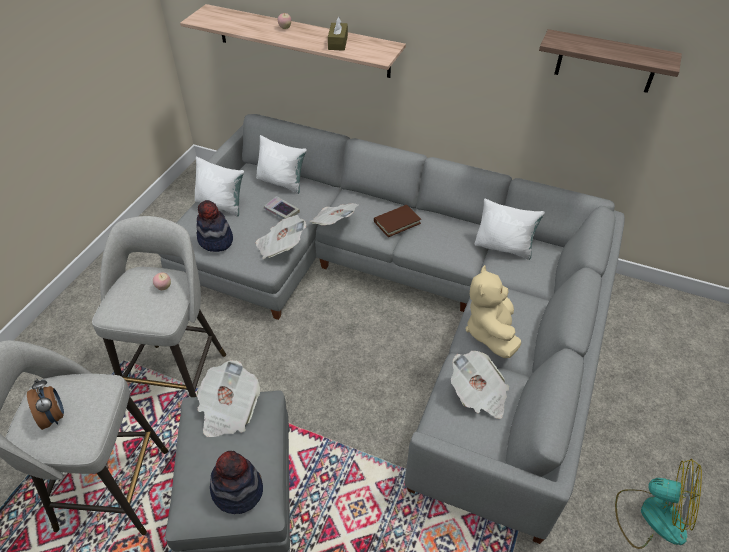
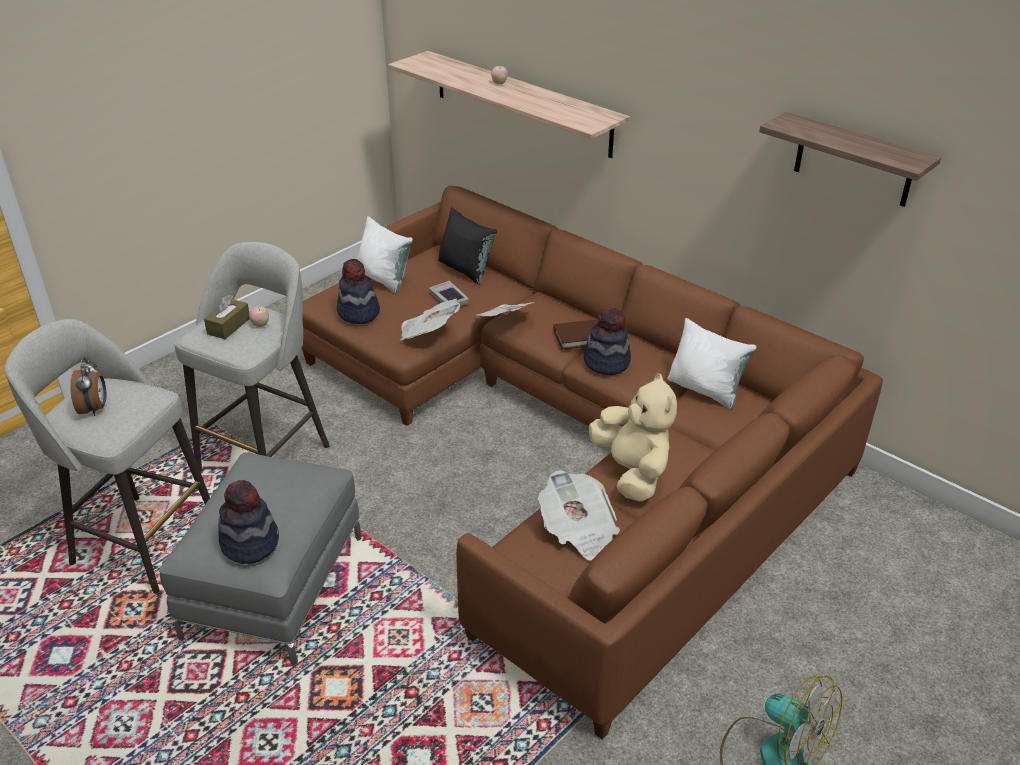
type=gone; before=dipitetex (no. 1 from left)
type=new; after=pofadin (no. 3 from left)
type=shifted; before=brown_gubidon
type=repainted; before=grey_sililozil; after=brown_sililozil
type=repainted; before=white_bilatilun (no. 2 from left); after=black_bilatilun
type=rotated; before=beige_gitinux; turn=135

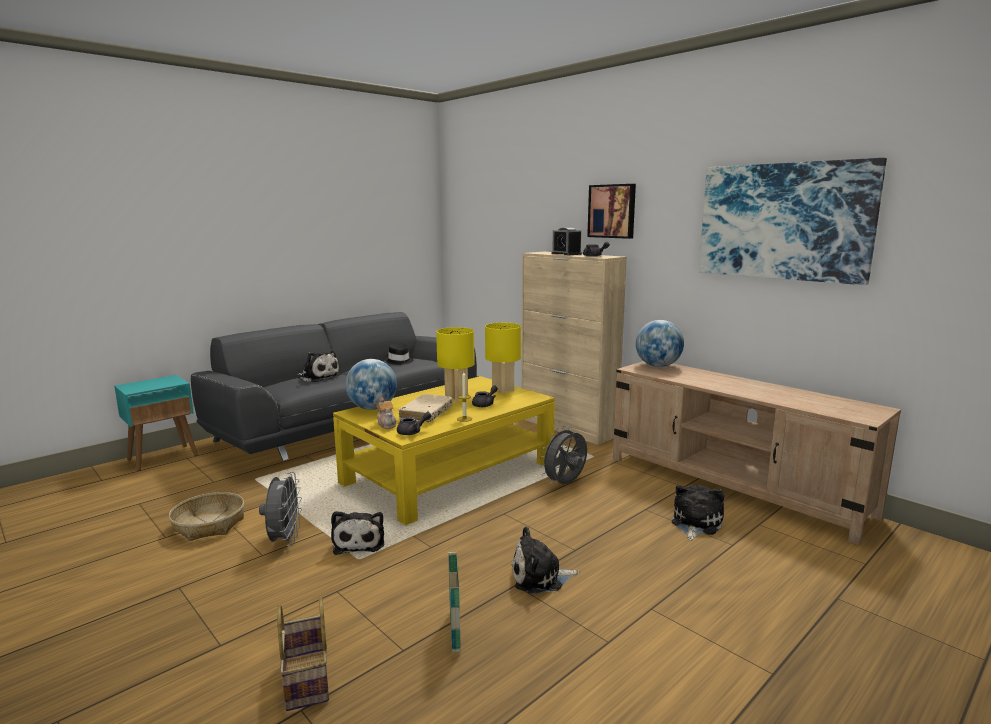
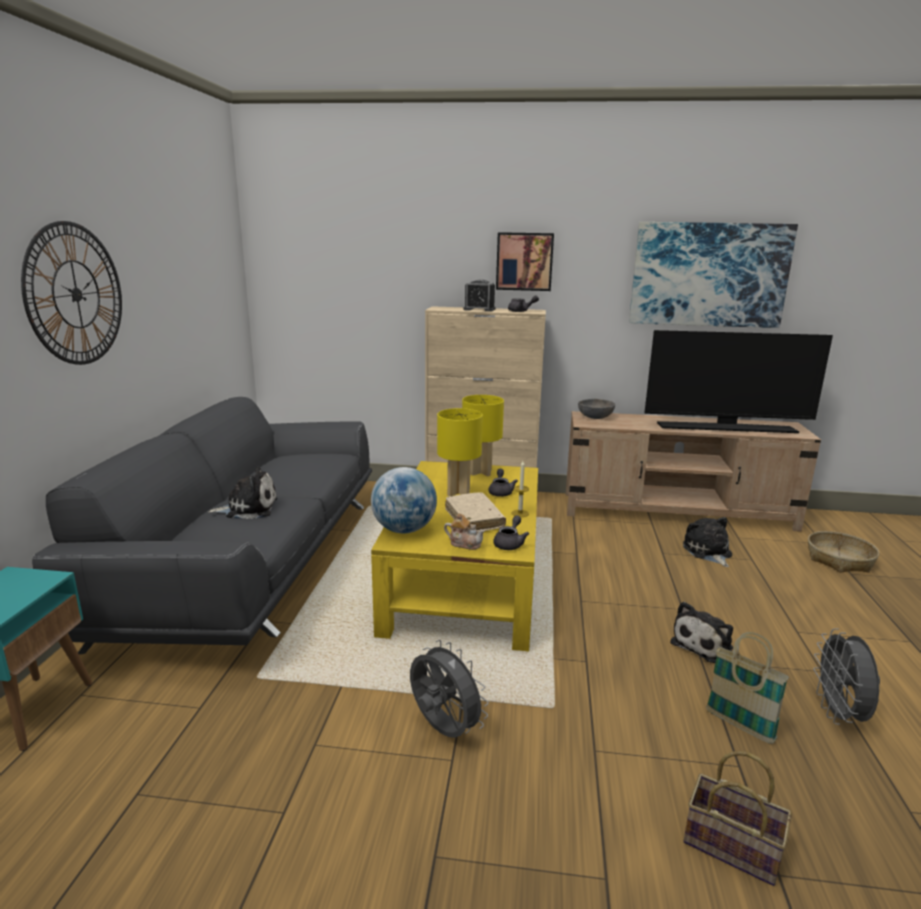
type=gone; before=gitinux (no. 2 from left)
type=gone; before=black_pofadin
type=new; after=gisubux
type=new; after=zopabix
type=shifted; before=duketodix (no. 1 from left in the first image); after=duketodix (no. 3 from left)
type=shifted; before=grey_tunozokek (no. 2 from left)
type=swapped; before=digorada (no. 2 from left); after=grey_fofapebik

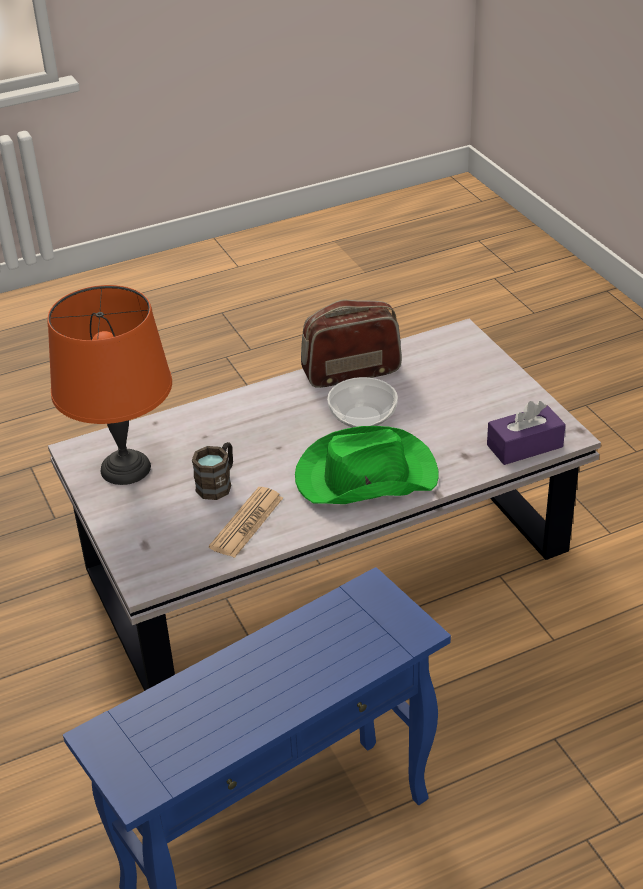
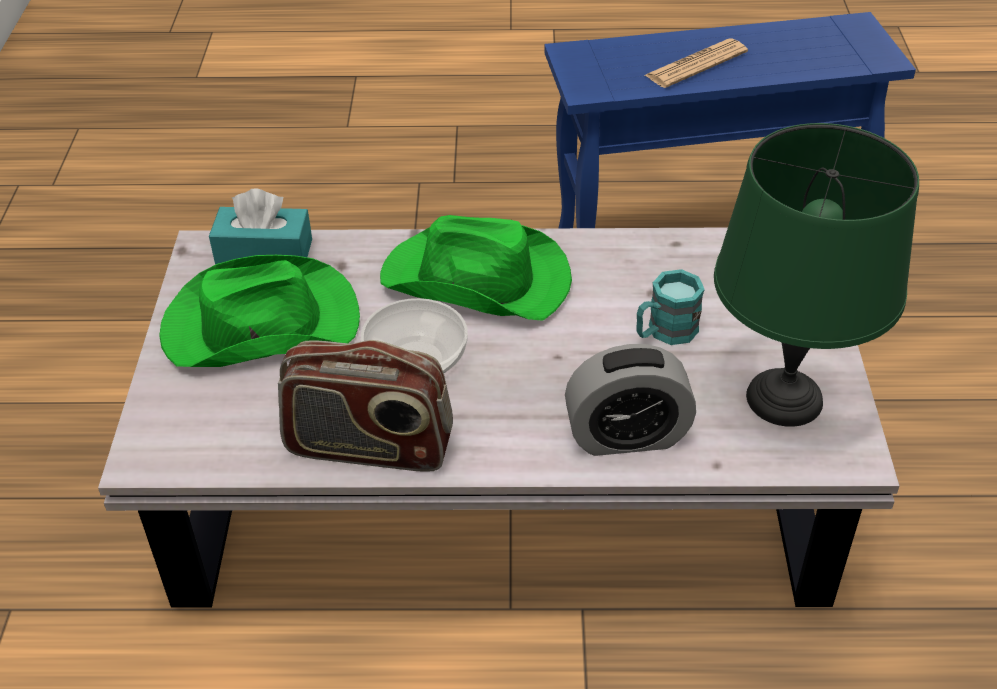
type=new; after=green_pofadin (no. 1 from left)
type=new; after=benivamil
type=shifted; before=dipitetex
type=repainted; before=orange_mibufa; after=green_mibufa
type=repainted; before=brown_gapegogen; after=turquoise_gapegogen
type=repainted; before=purple_gubidon; after=turquoise_gubidon

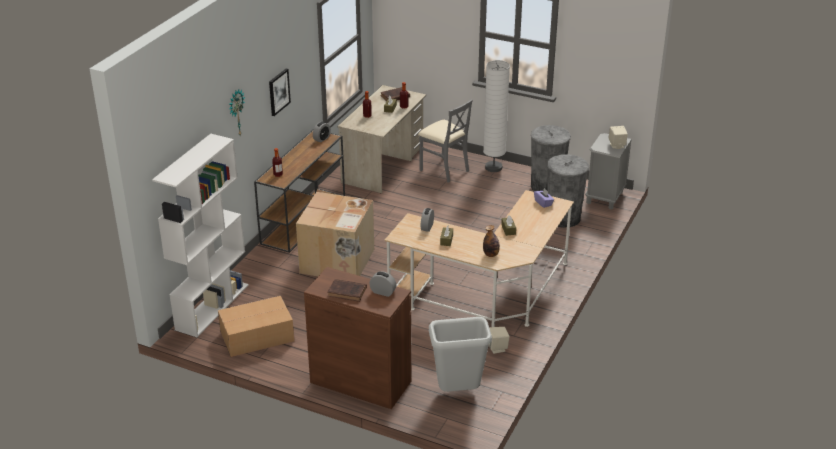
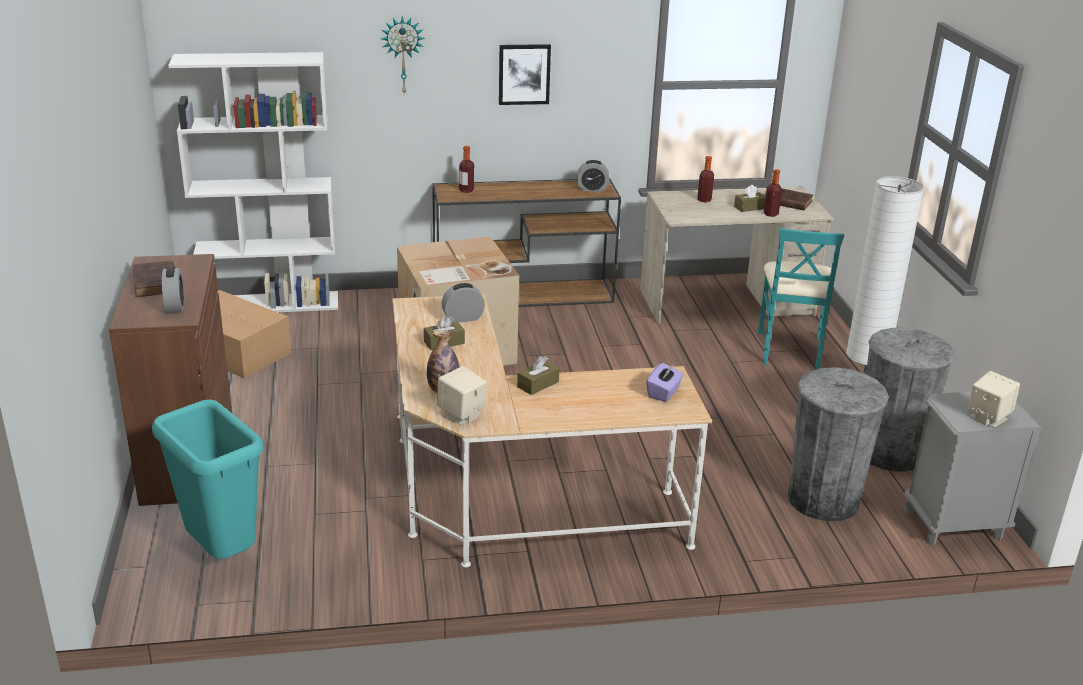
type=shifted; before=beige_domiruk (no. 1 from left)
type=repainted; before=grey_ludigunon; after=turquoise_ludigunon
type=repainted; before=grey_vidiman (no. 1 from left); after=turquoise_vidiman

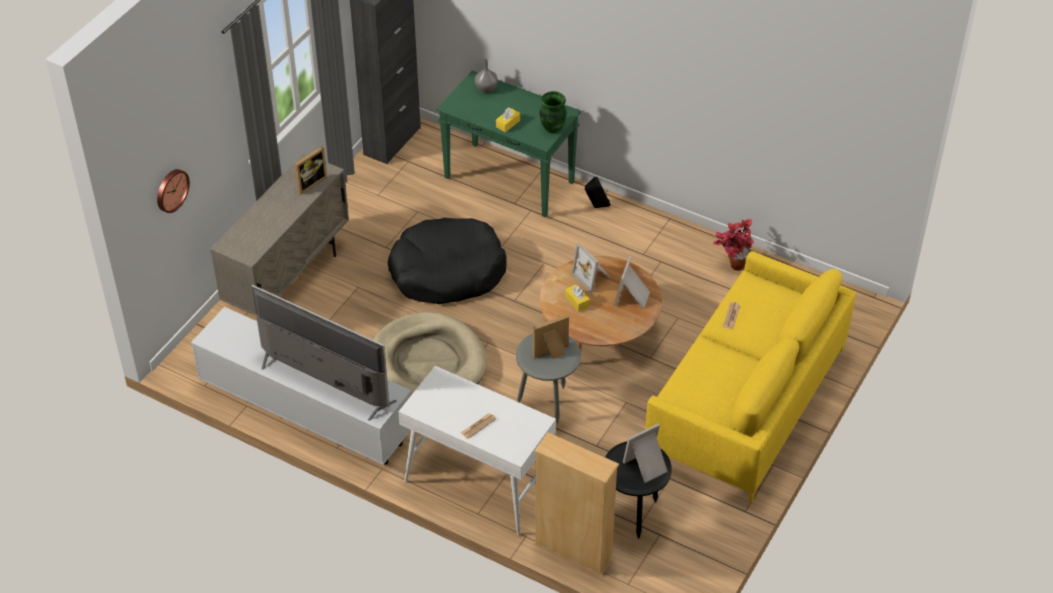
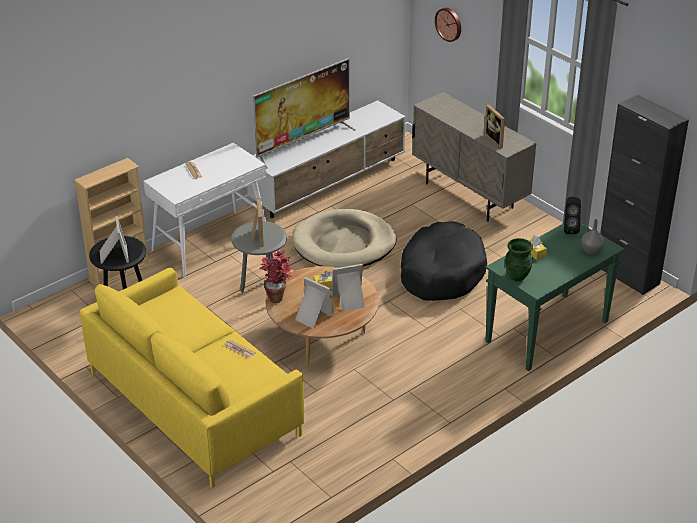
type=shifted; before=black_domiruk
type=shifted; before=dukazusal

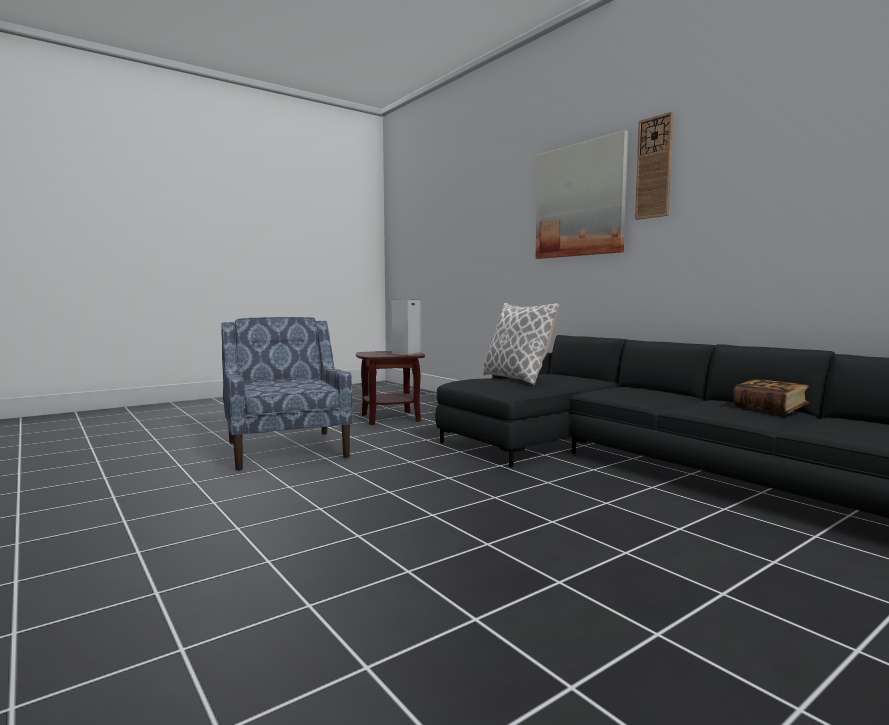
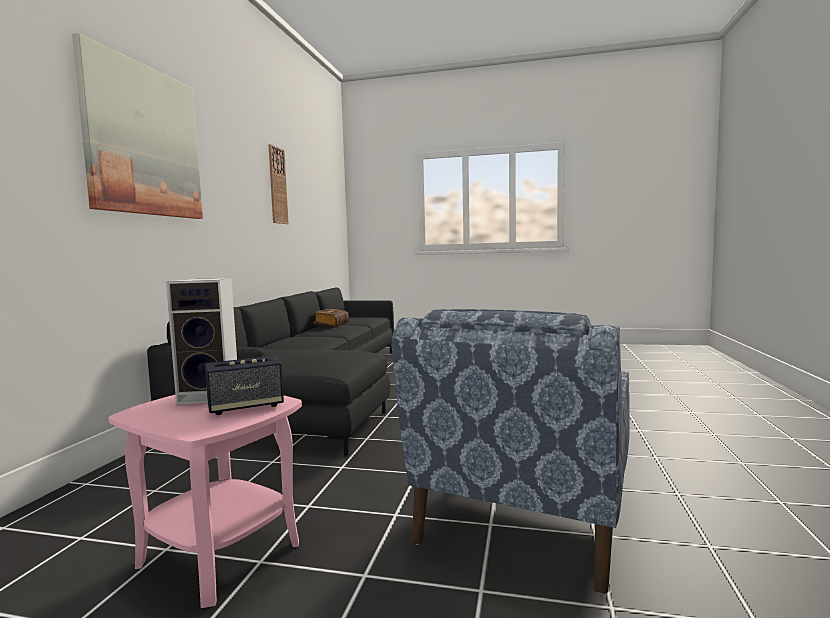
type=gone; before=bilatilun
type=new; after=domiruk (no. 2 from left)
type=shifted; before=gisubux
type=repainted; before=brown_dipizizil; after=pink_dipizizil

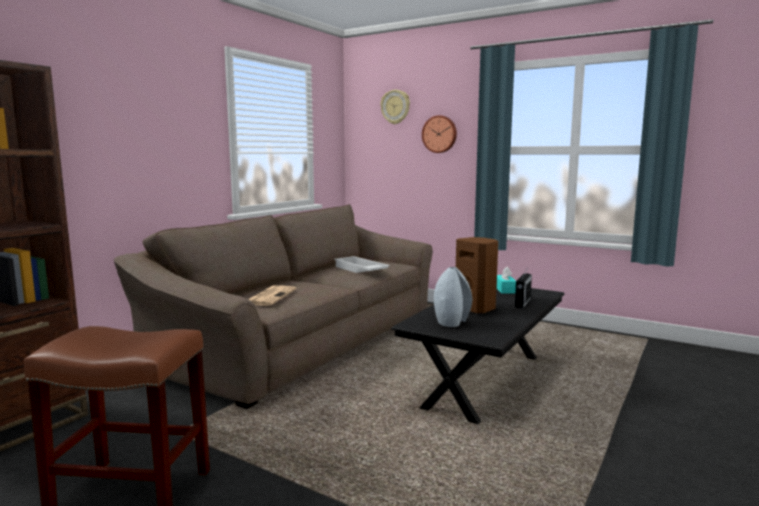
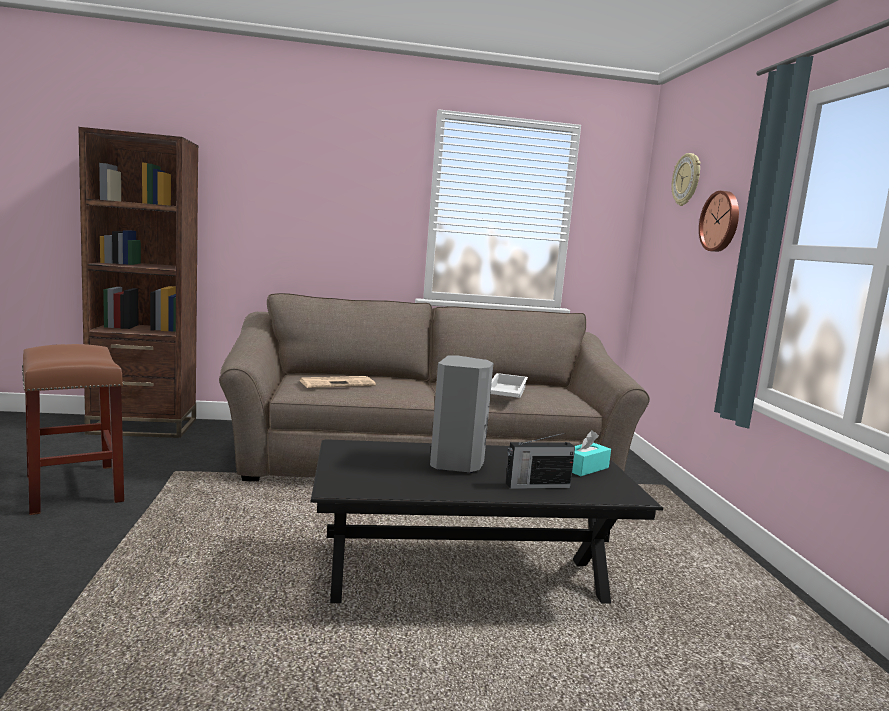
type=gone; before=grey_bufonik
type=repainted; before=brown_domiruk; after=grey_domiruk

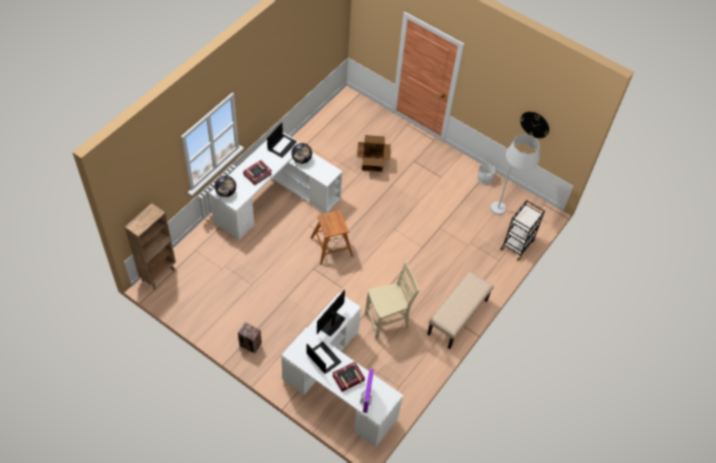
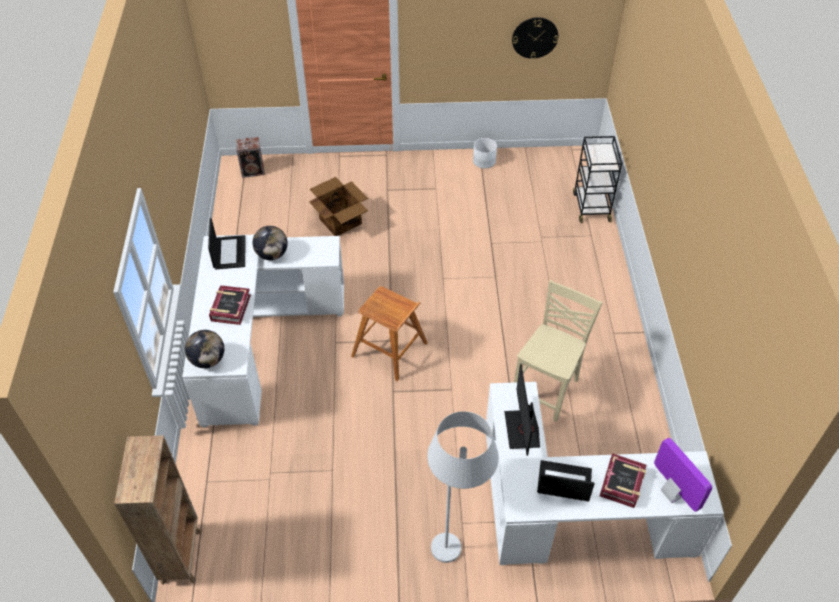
type=gone; before=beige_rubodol
type=shifted; before=domiruk
type=shifted; before=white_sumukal

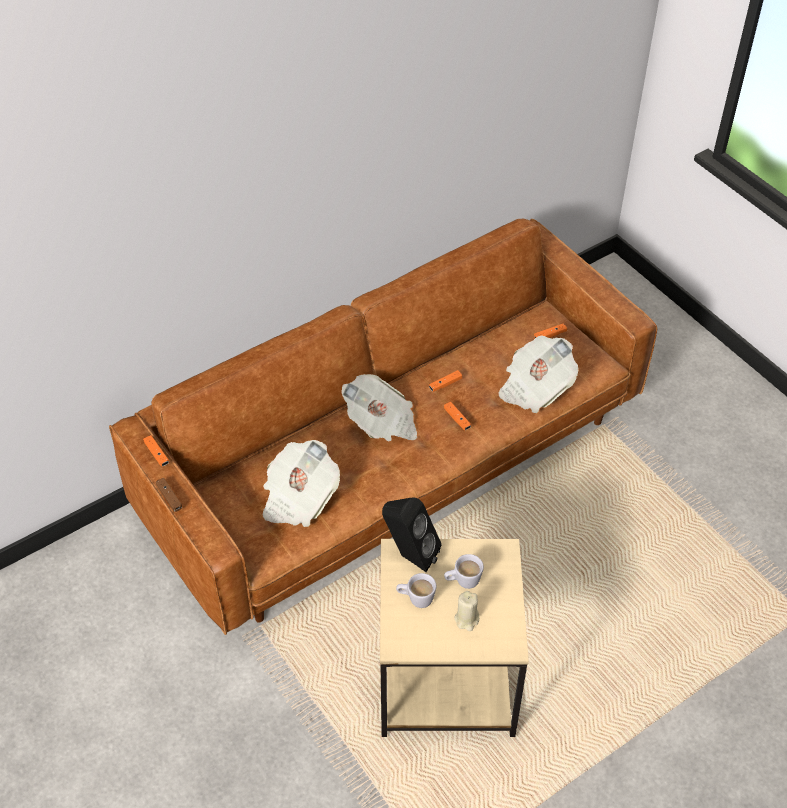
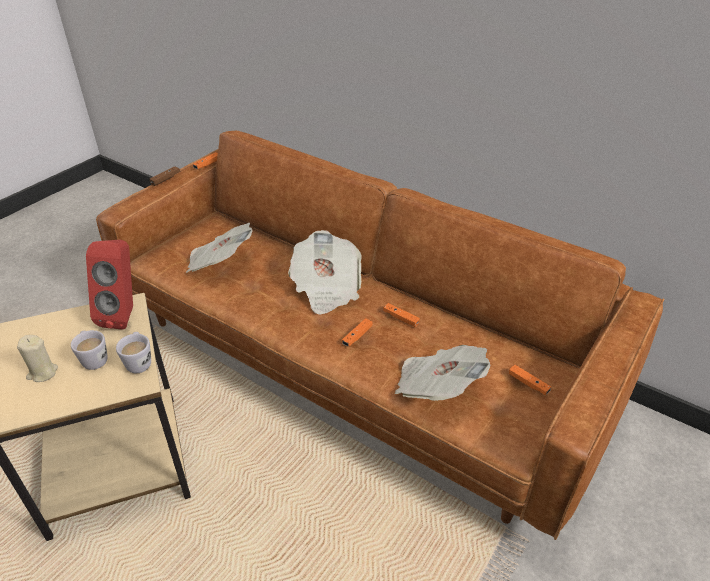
type=shifted; before=white_gapegogen (no. 1 from left in the first image); after=white_gapegogen (no. 2 from left)
type=repainted; before=black_domiruk; after=red_domiruk

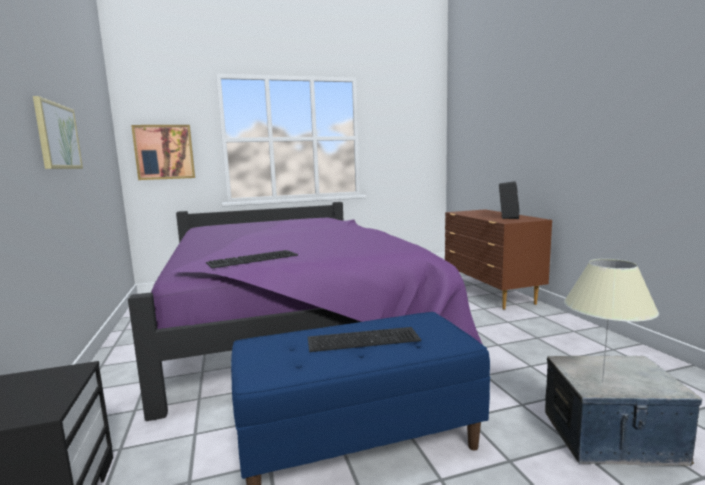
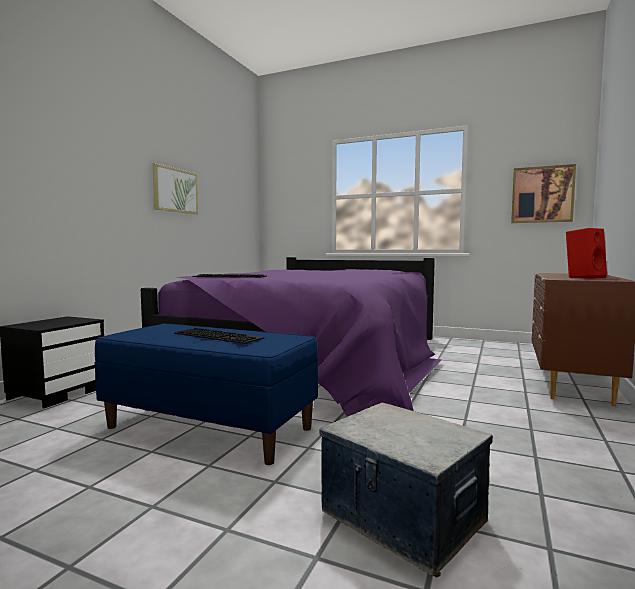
type=gone; before=beige_mibufa
type=shifted; before=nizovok (no. 2 from left)
type=repainted; before=black_domiruk; after=red_domiruk

